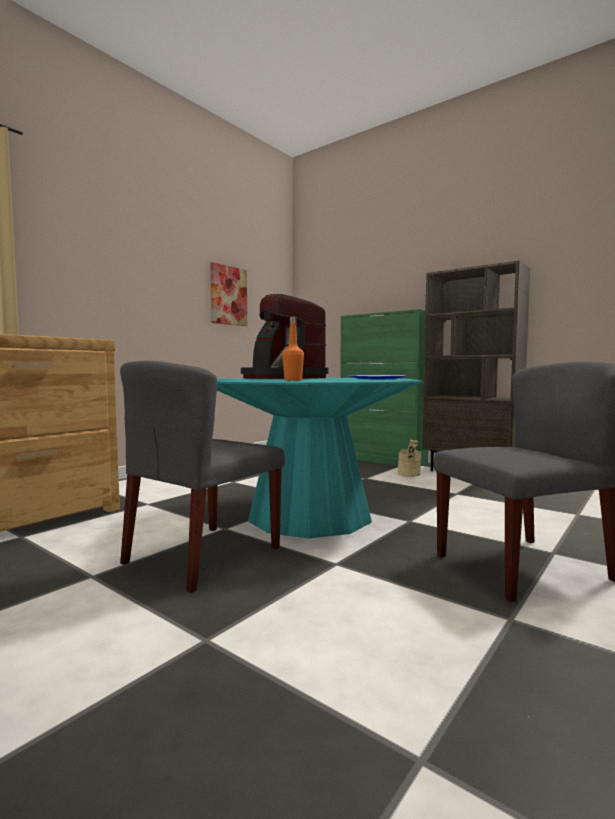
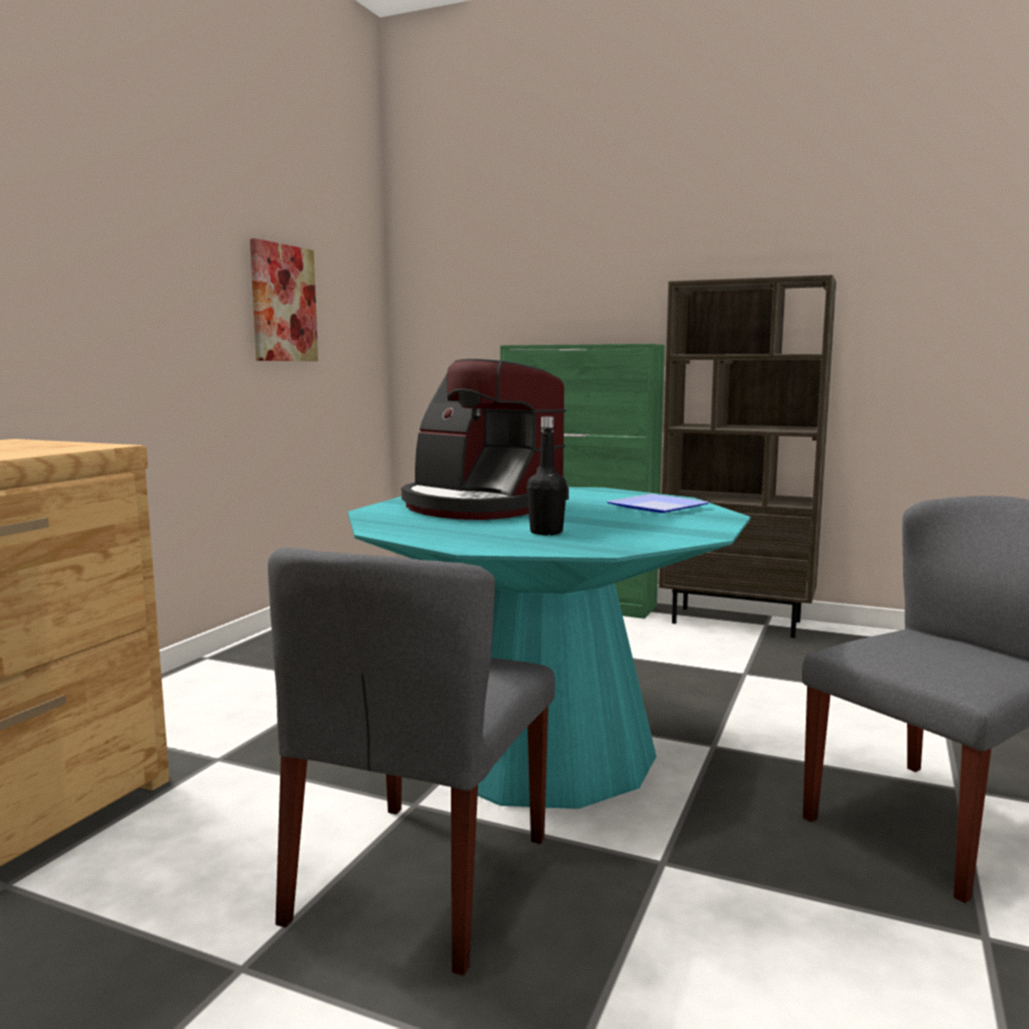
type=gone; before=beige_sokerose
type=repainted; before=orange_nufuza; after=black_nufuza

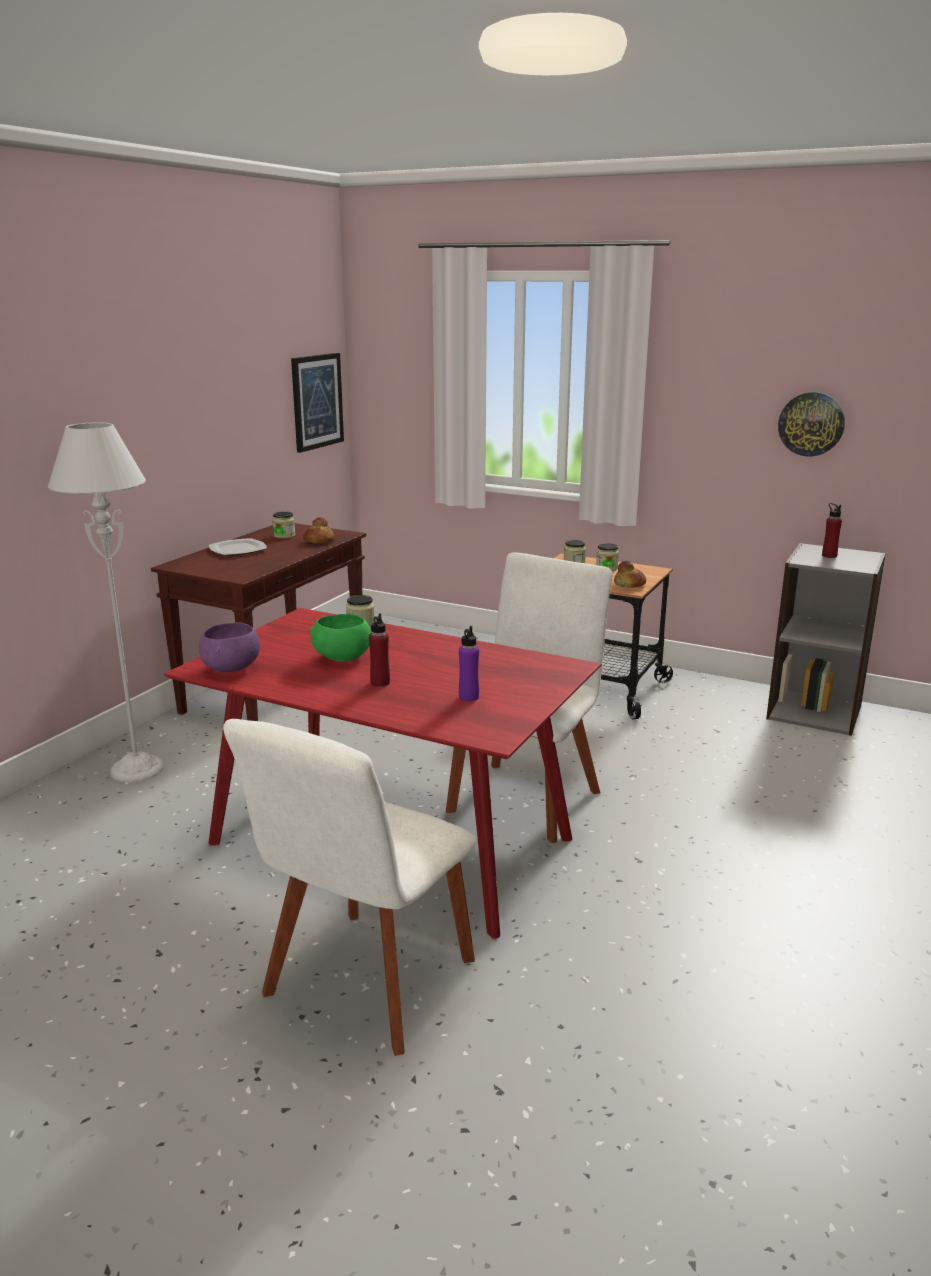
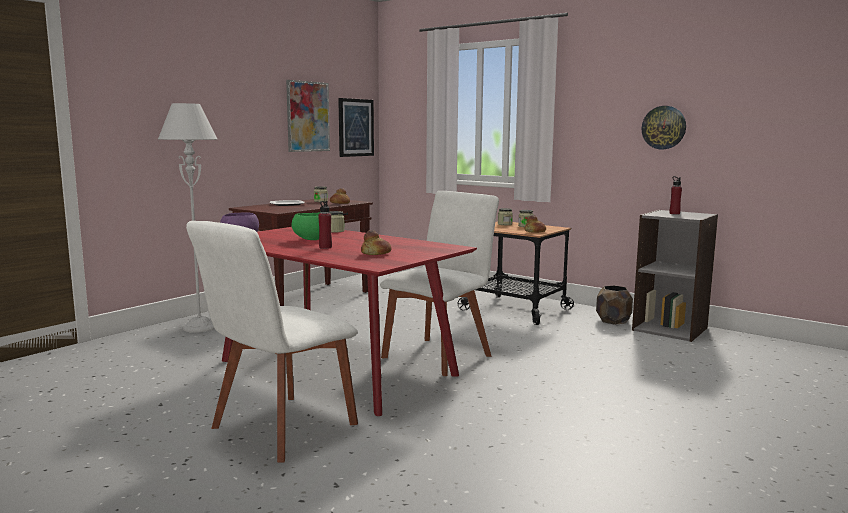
type=new; after=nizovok (no. 1 from left)
type=new; after=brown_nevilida
type=swapped; before=purple_nufuza; after=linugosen (no. 2 from left)

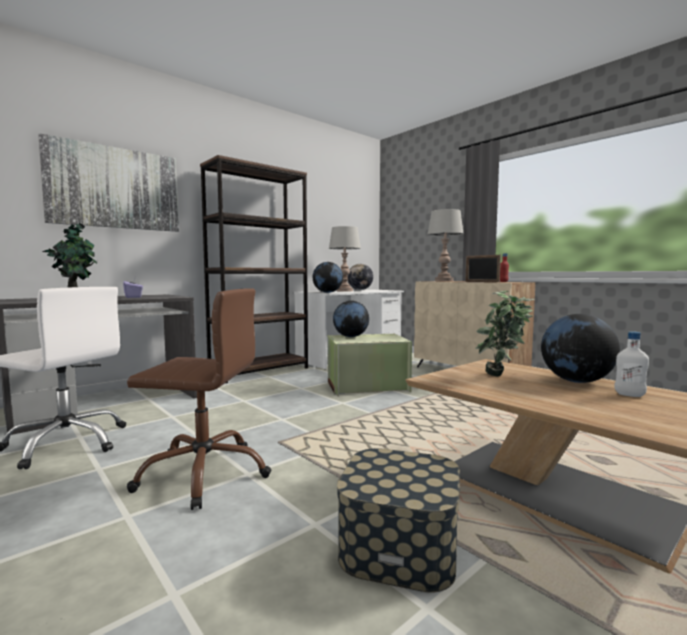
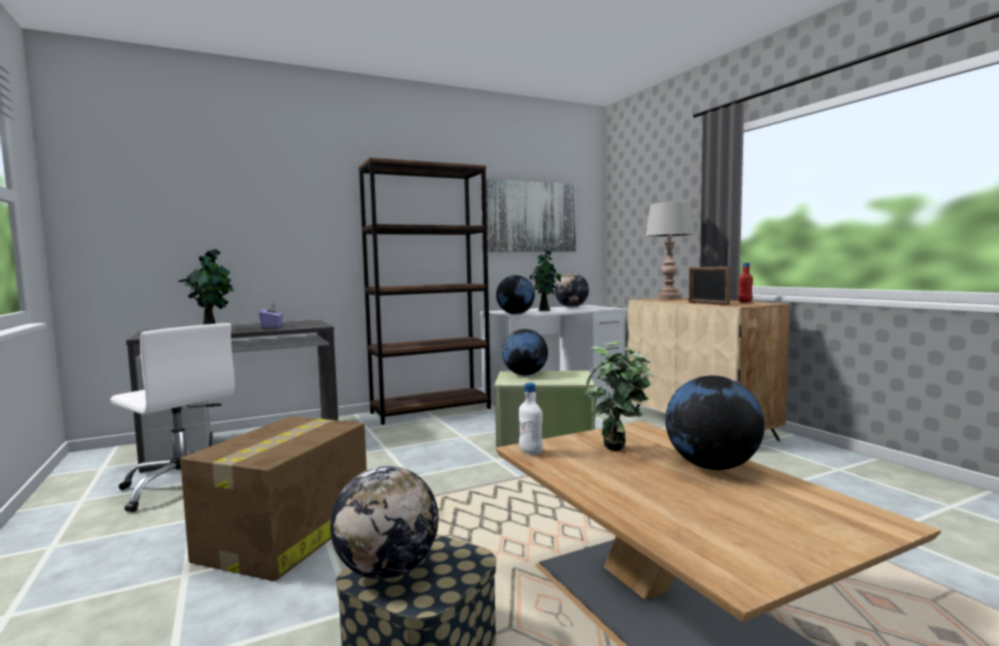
type=new; after=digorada (no. 1 from left)
type=shifted; before=nizovok
type=shifted; before=white_nufuza
type=swapped; before=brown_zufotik; after=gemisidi
type=swapped; before=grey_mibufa (no. 1 from left); after=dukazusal (no. 2 from left)

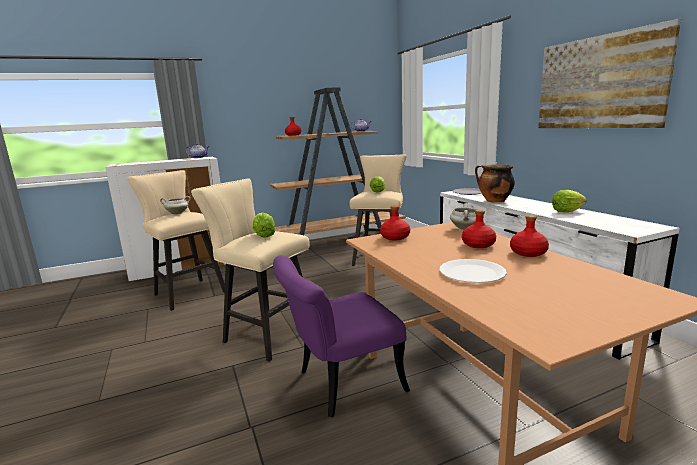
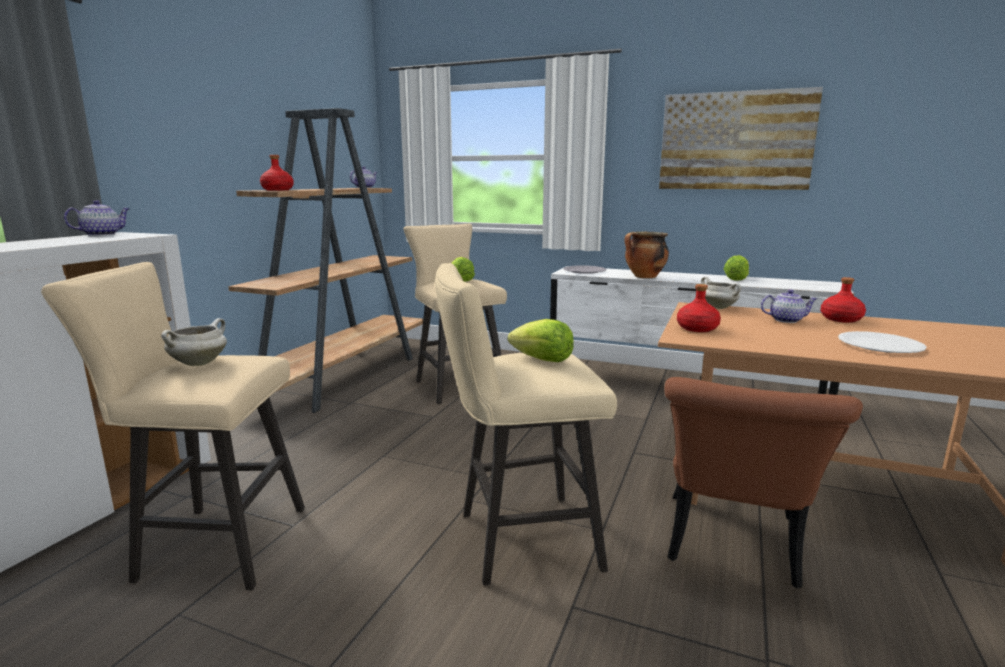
type=swapped; before=red_nufuza (no. 3 from left); after=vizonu (no. 3 from left)
type=repainted; before=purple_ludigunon; after=brown_ludigunon

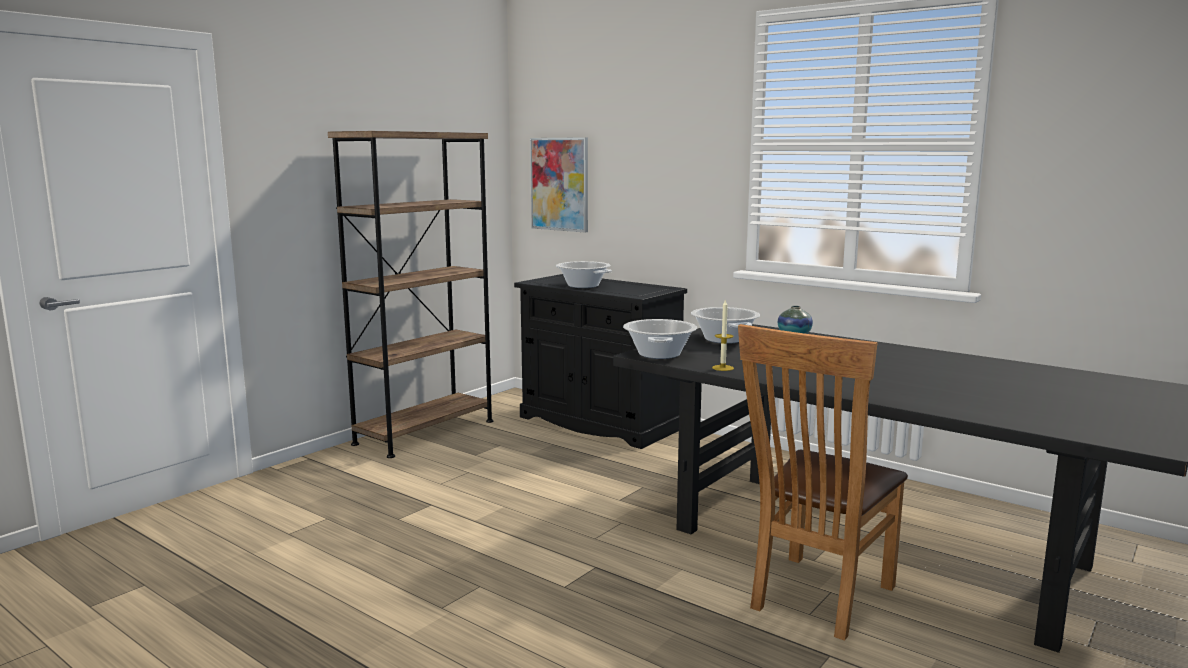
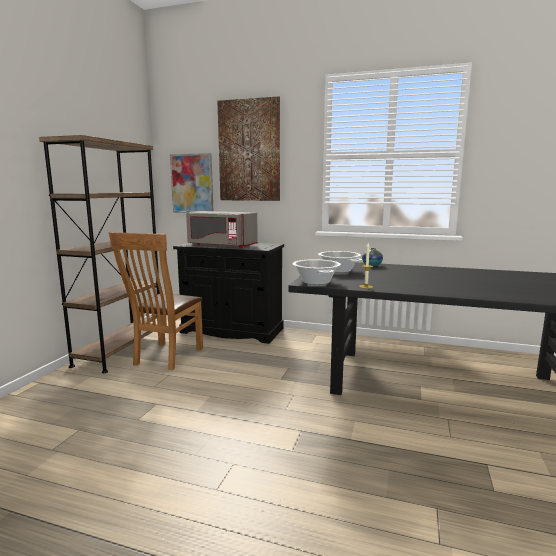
type=new; after=nizovok (no. 2 from left)
type=shifted; before=brown_ludigunon
type=swapped; before=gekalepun (no. 1 from left); after=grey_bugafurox

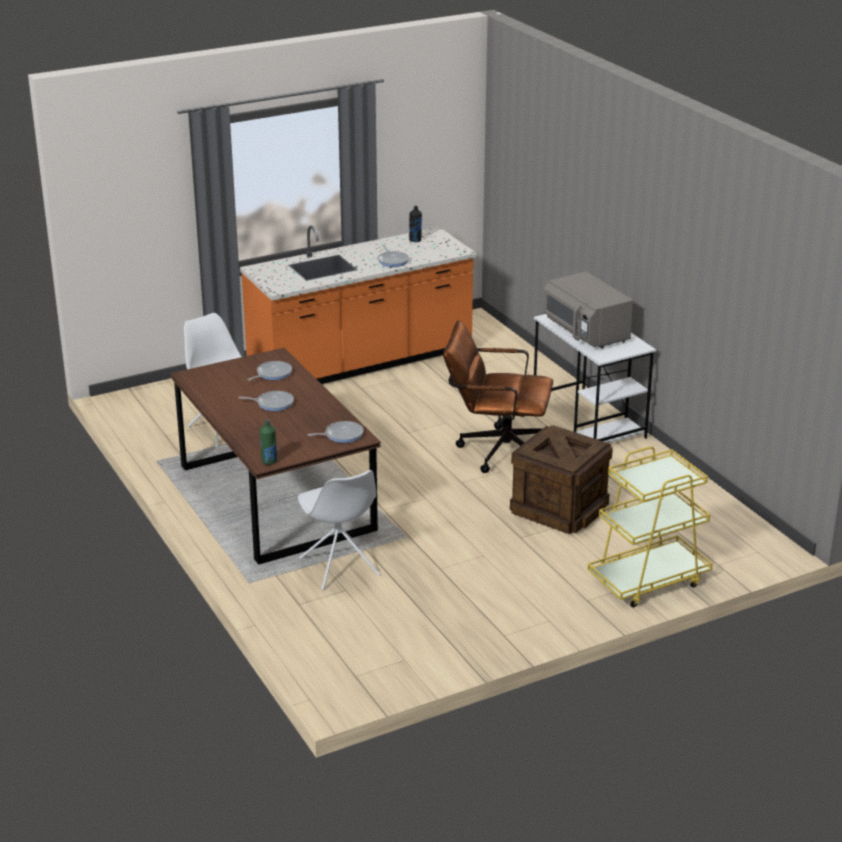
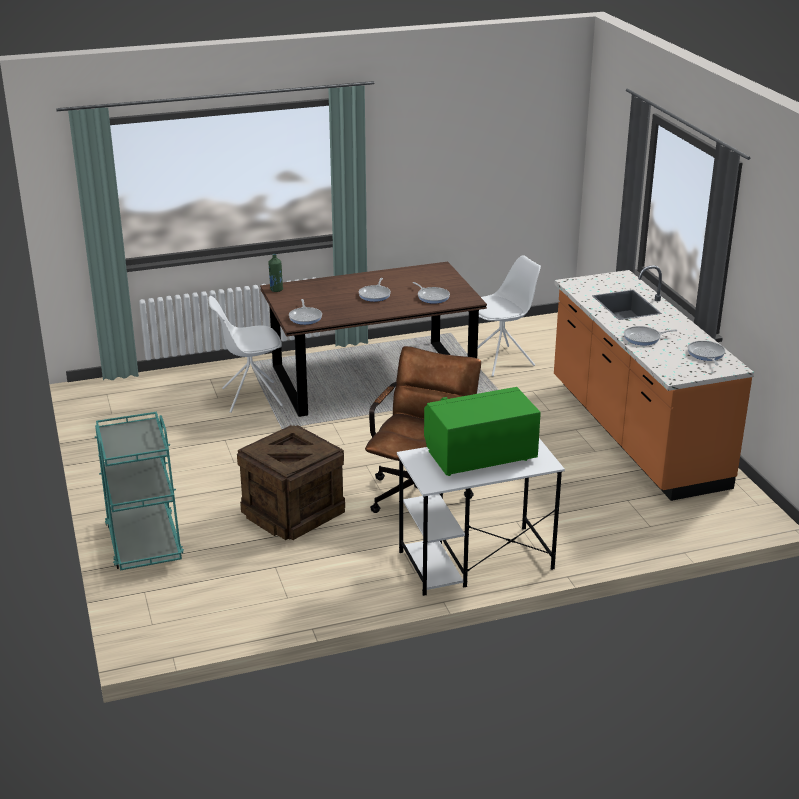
type=swapped; before=black_nufuza; after=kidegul (no. 5 from left)
type=repainted; before=grey_bugafurox; after=green_bugafurox
type=repainted; before=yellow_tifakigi; after=turquoise_tifakigi

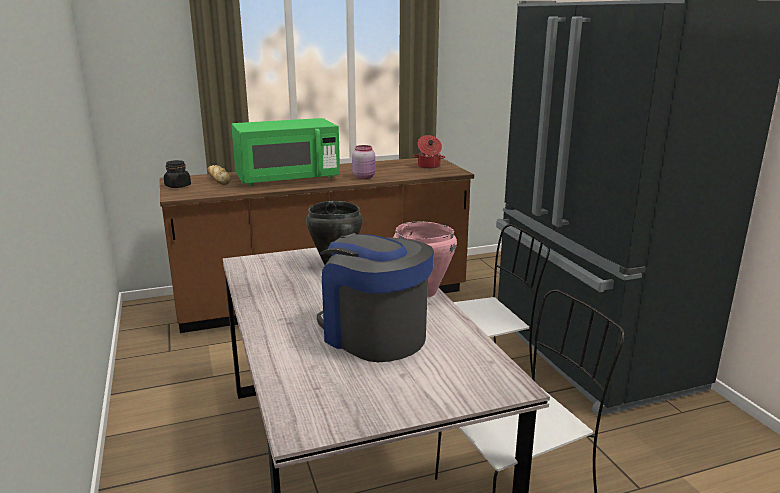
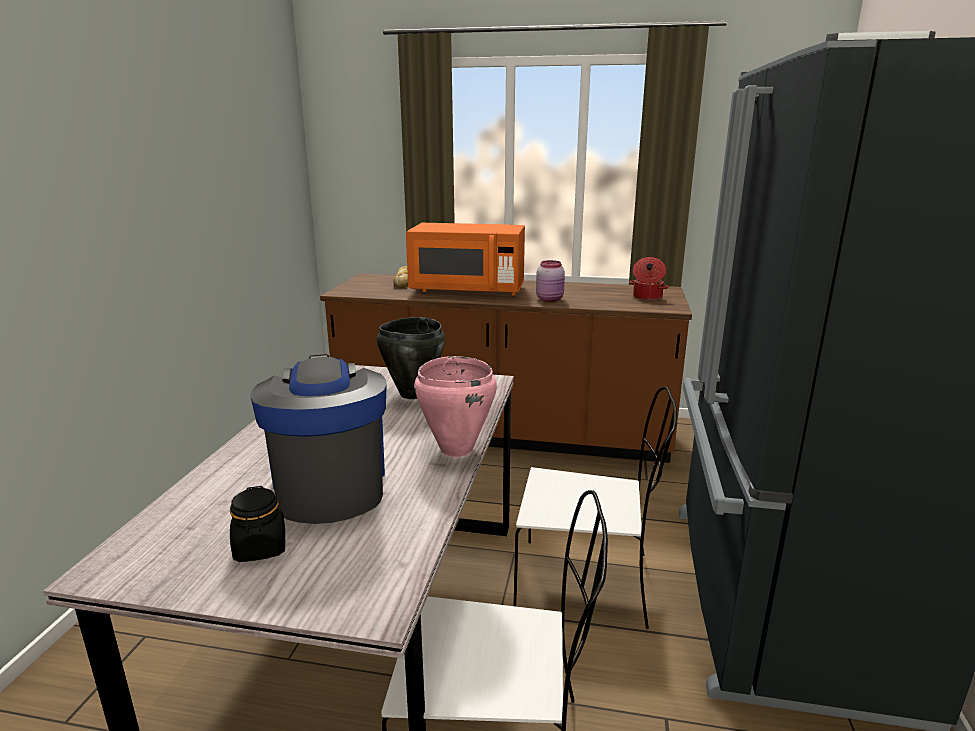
type=shifted; before=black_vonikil
type=repainted; before=green_bugafurox; after=orange_bugafurox

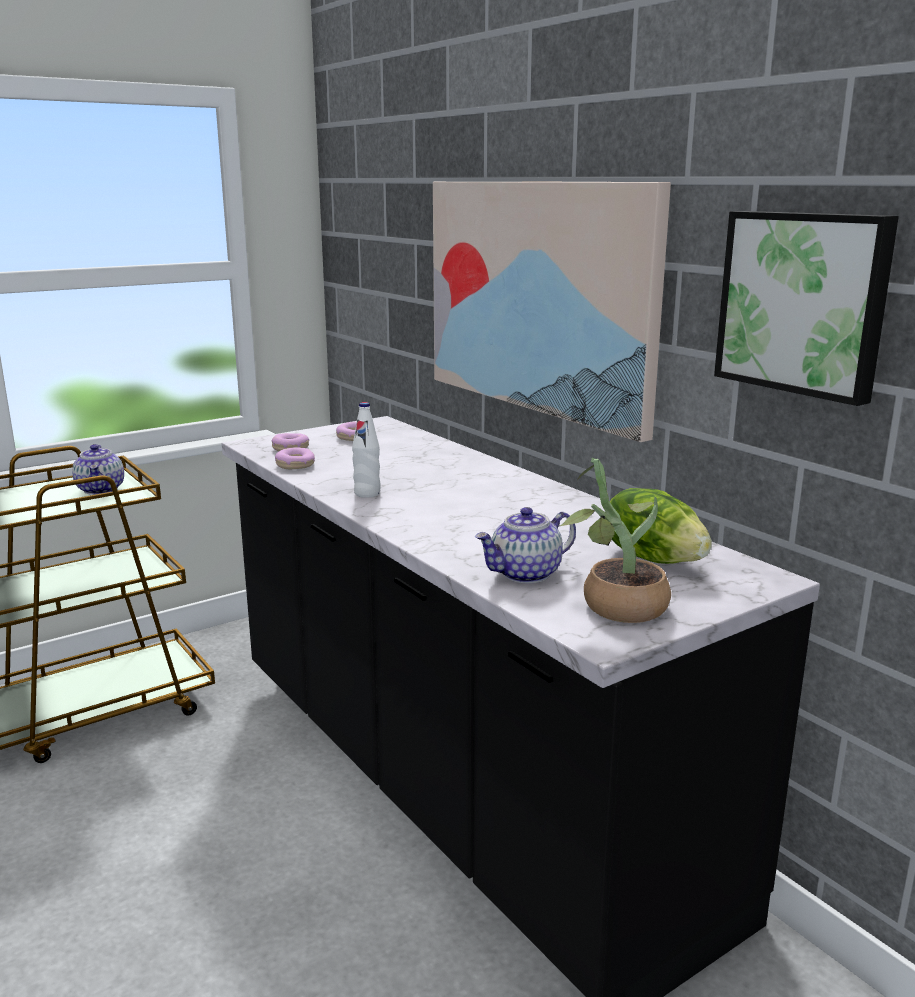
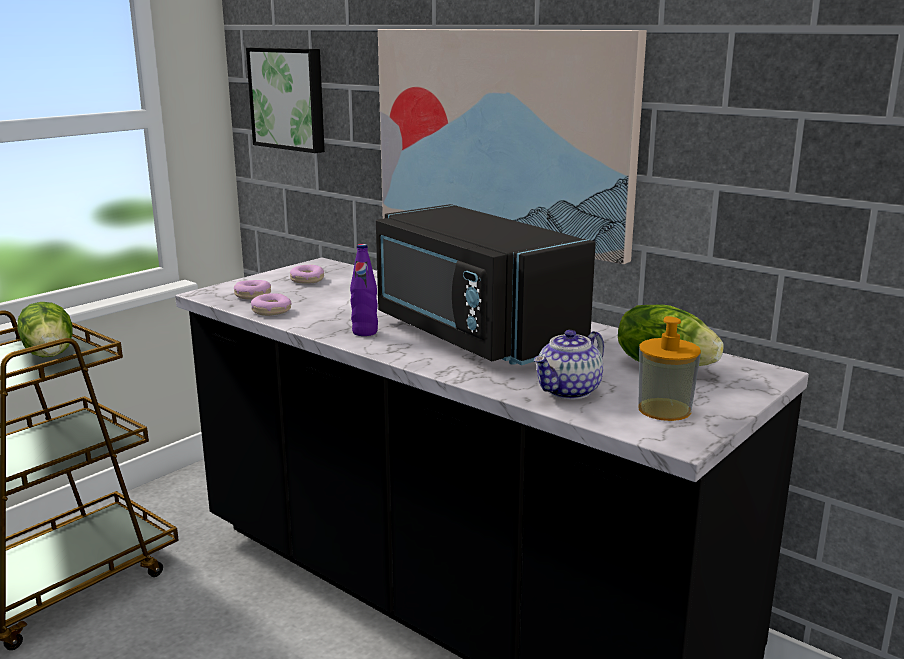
type=new; after=black_bugafurox
type=shifted; before=nizovok (no. 2 from left in the first image); after=nizovok (no. 1 from left)
type=swapped; before=vizonu (no. 1 from left); after=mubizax (no. 1 from left)
type=swapped; before=dukazusal; after=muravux
type=repainted; before=white_nufuza; after=purple_nufuza

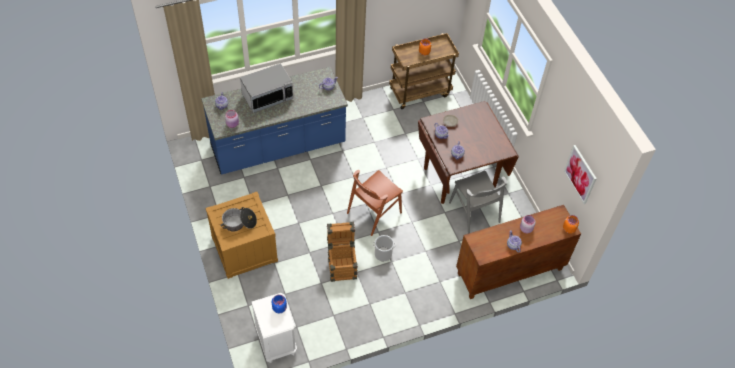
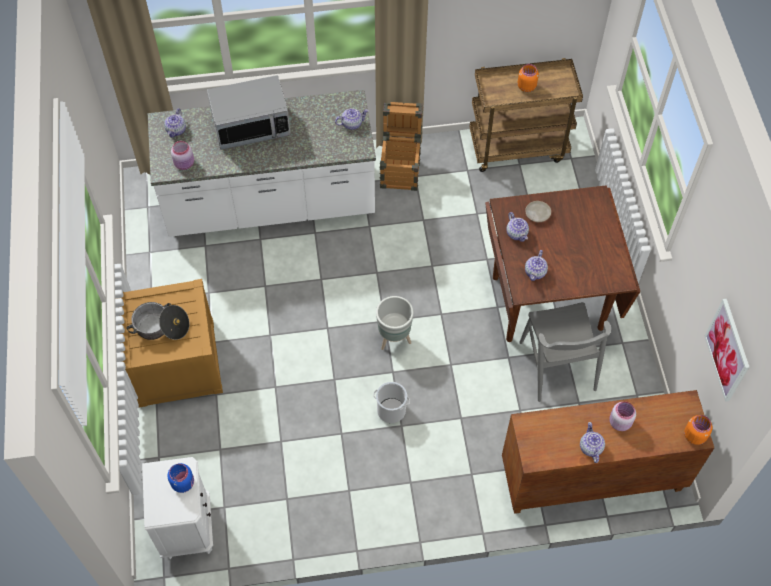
type=shifted; before=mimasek (no. 2 from left)
type=swapped; before=brown_ludigunon; after=grey_nevilida
type=repainted; before=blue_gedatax; after=white_gedatax

